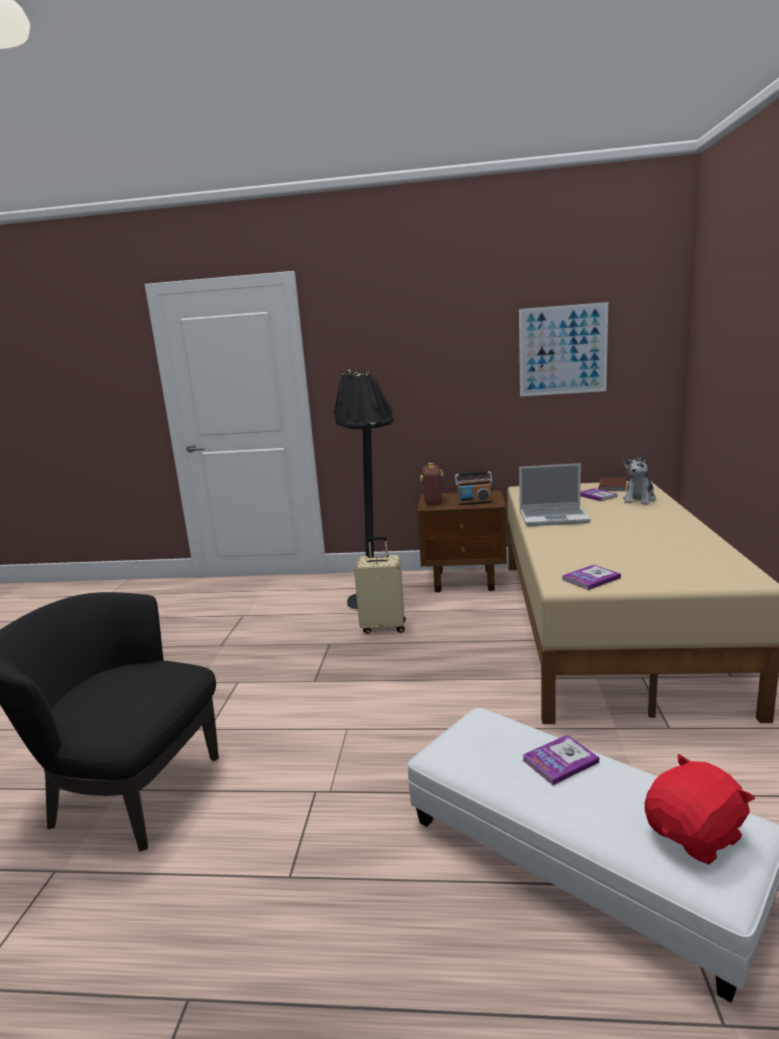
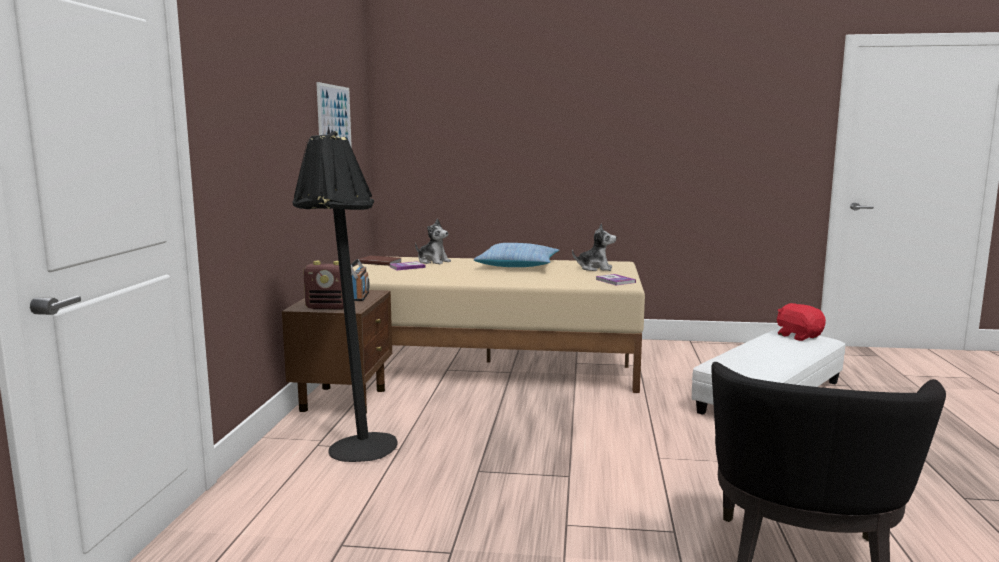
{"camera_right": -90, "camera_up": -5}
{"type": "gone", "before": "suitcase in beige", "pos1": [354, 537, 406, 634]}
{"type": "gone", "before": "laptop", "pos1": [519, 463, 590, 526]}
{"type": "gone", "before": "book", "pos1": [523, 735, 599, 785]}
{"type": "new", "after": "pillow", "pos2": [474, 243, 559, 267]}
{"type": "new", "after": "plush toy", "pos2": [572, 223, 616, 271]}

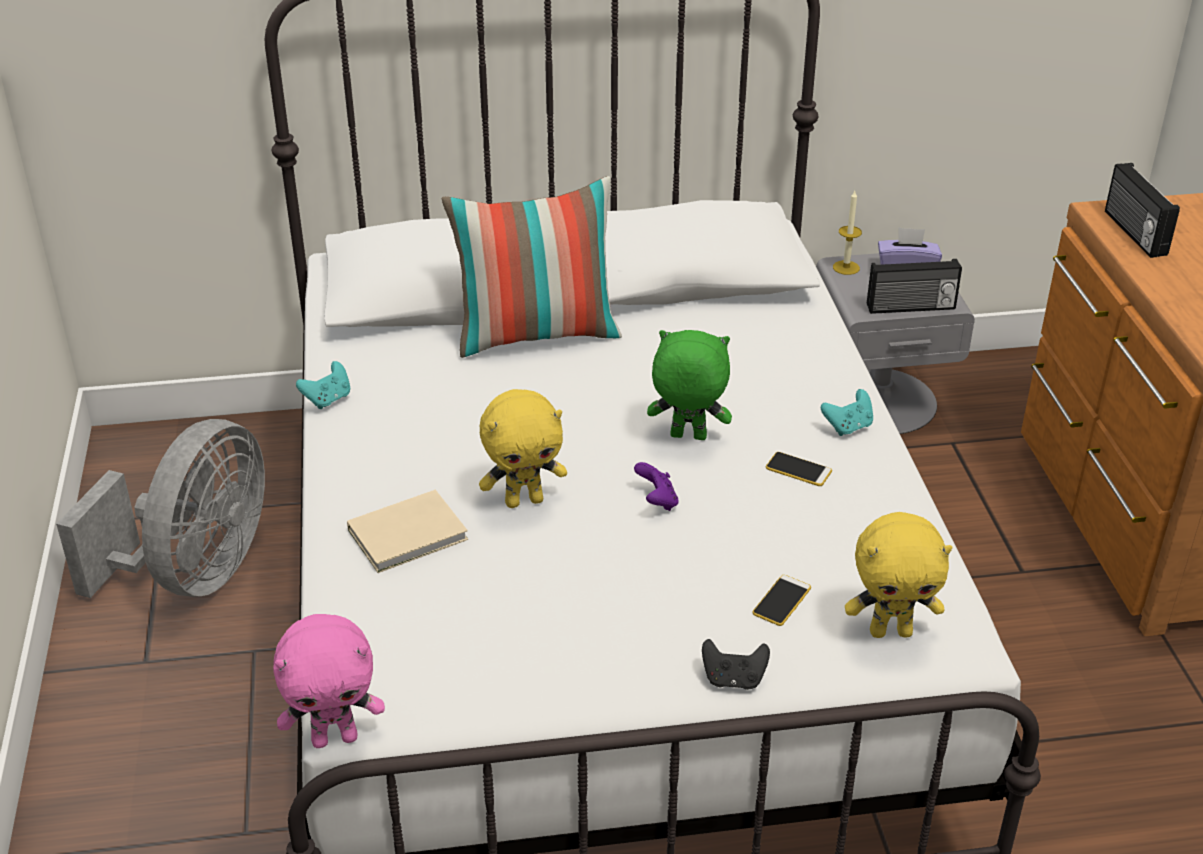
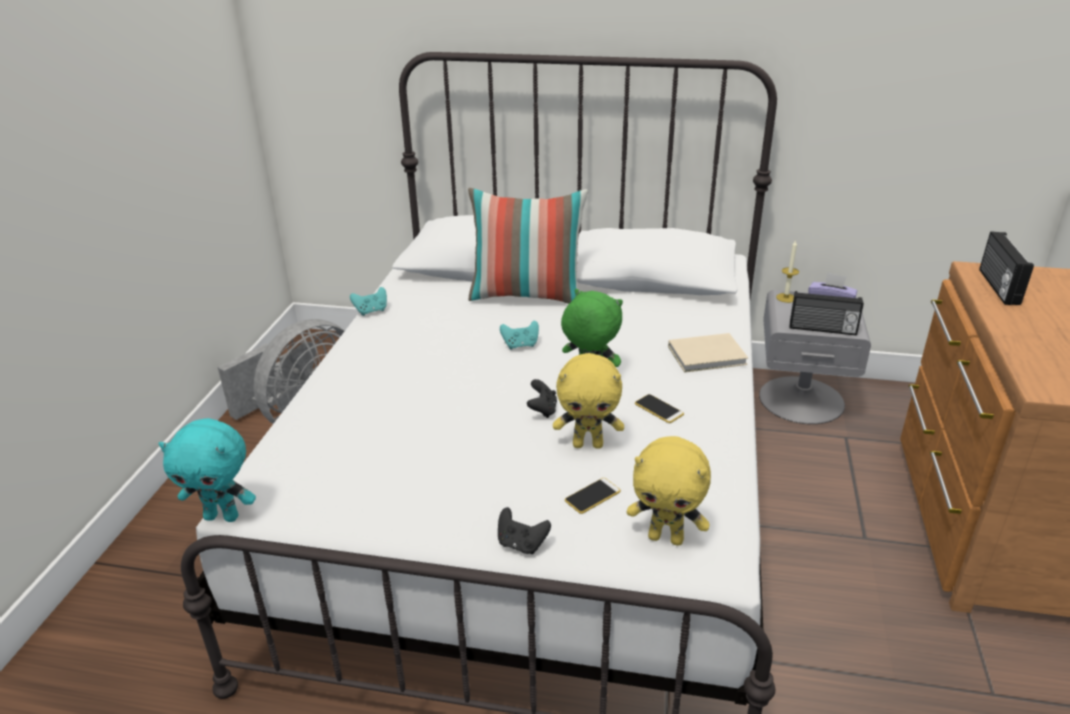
{"camera_right": 20, "camera_up": -5}
{"type": "repainted", "before": "plush toy in pink", "after": "plush toy in turquoise", "pos1": [273, 614, 385, 748], "pos2": [158, 418, 256, 522]}
{"type": "shifted", "before": "book in beige", "pos1": [347, 490, 468, 573], "pos2": [668, 333, 748, 373]}
{"type": "shifted", "before": "plush toy in yellow", "pos1": [479, 389, 567, 508], "pos2": [553, 353, 624, 449]}
{"type": "repainted", "before": "game controller in purple", "after": "game controller in black", "pos1": [634, 462, 679, 511], "pos2": [527, 379, 557, 418]}
{"type": "shifted", "before": "game controller in turquoise", "pos1": [821, 389, 873, 436], "pos2": [500, 321, 539, 350]}

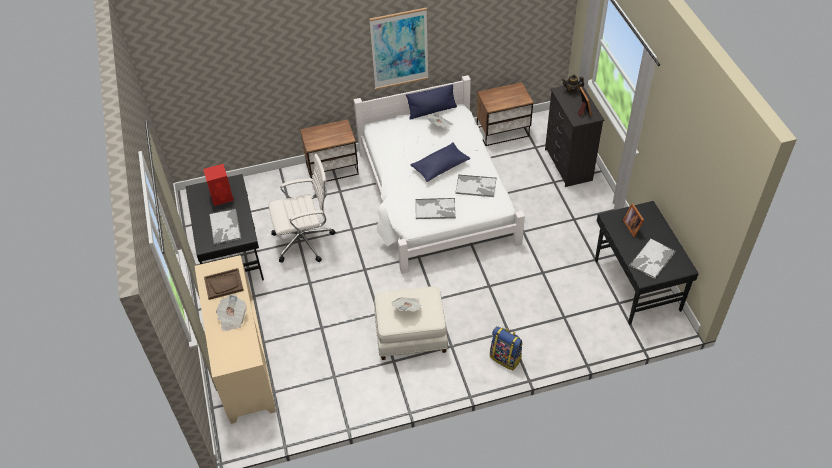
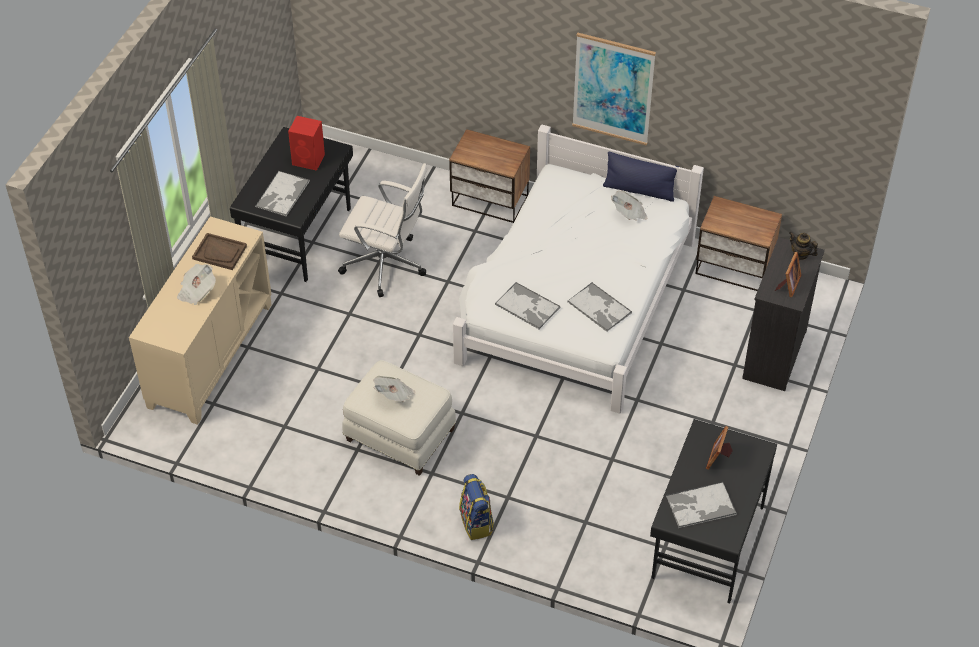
{"camera_right": 35, "camera_up": 0}
{"type": "gone", "before": "pillow in blue", "pos1": [410, 142, 470, 182]}

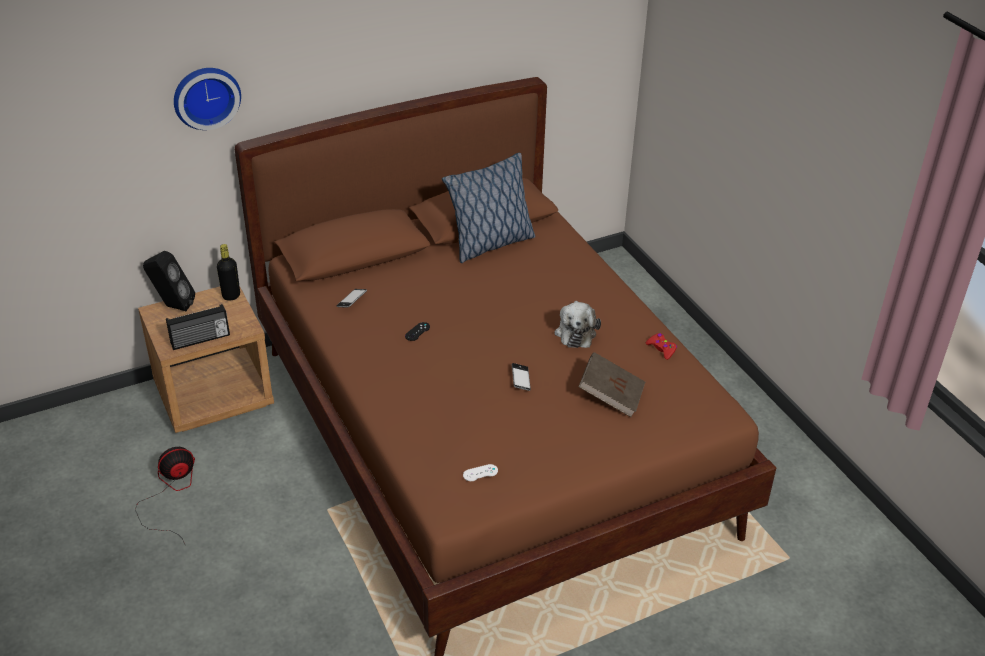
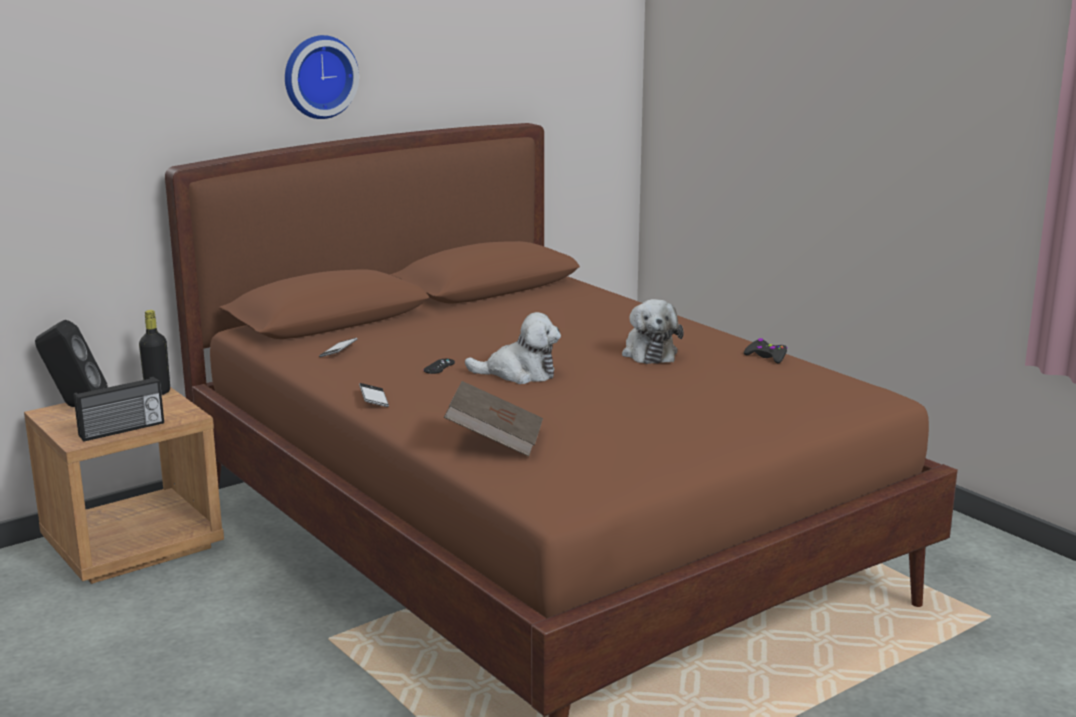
{"camera_right": -10, "camera_up": -20}
{"type": "gone", "before": "fan", "pos1": [135, 447, 195, 544]}
{"type": "shifted", "before": "wall clock", "pos1": [174, 68, 241, 130], "pos2": [285, 35, 359, 119]}
{"type": "gone", "before": "pillow", "pos1": [442, 152, 535, 263]}
{"type": "gone", "before": "game controller in white", "pos1": [463, 464, 498, 481]}
{"type": "shifted", "before": "phone", "pos1": [512, 363, 531, 391], "pos2": [359, 383, 389, 407]}
{"type": "shifted", "before": "book in brown", "pos1": [579, 352, 645, 417], "pos2": [444, 381, 543, 457]}
{"type": "repainted", "before": "game controller in red", "after": "game controller in black", "pos1": [646, 333, 677, 360], "pos2": [744, 338, 788, 363]}
{"type": "new", "after": "plush toy", "pos2": [465, 312, 561, 384]}

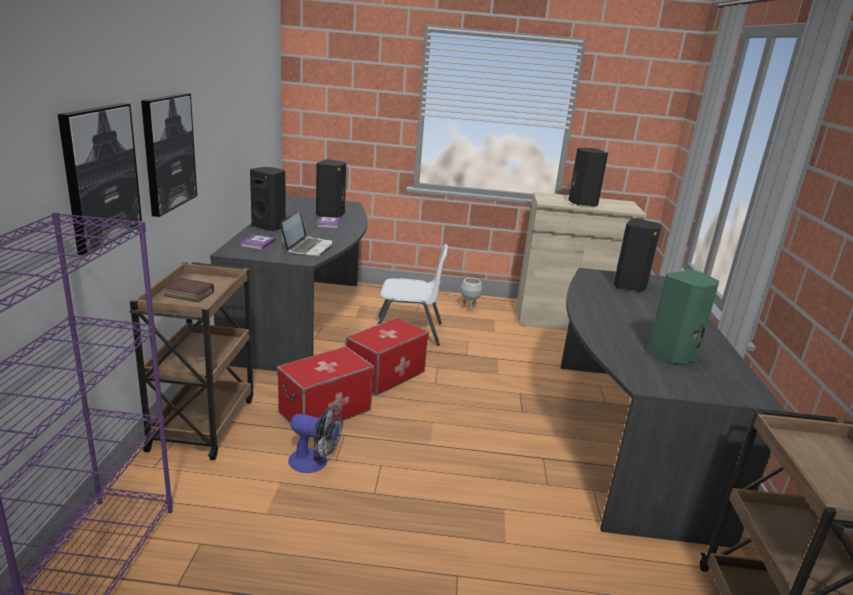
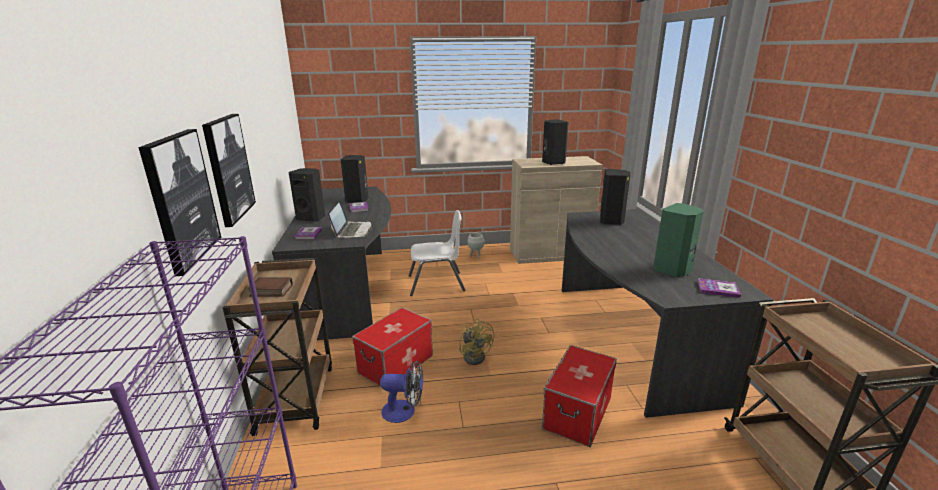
{"camera_right": -10, "camera_up": 0}
{"type": "shifted", "before": "storage box", "pos1": [346, 317, 429, 395], "pos2": [542, 345, 617, 447]}
{"type": "new", "after": "fan in yellow", "pos2": [459, 319, 494, 365]}
{"type": "new", "after": "book", "pos2": [697, 278, 741, 298]}

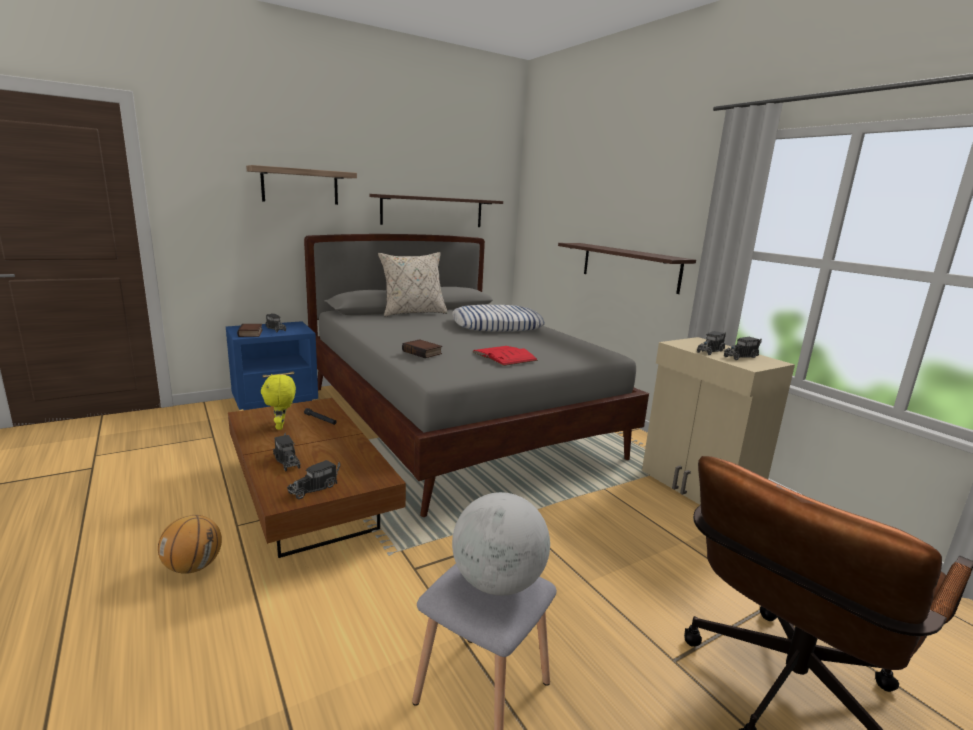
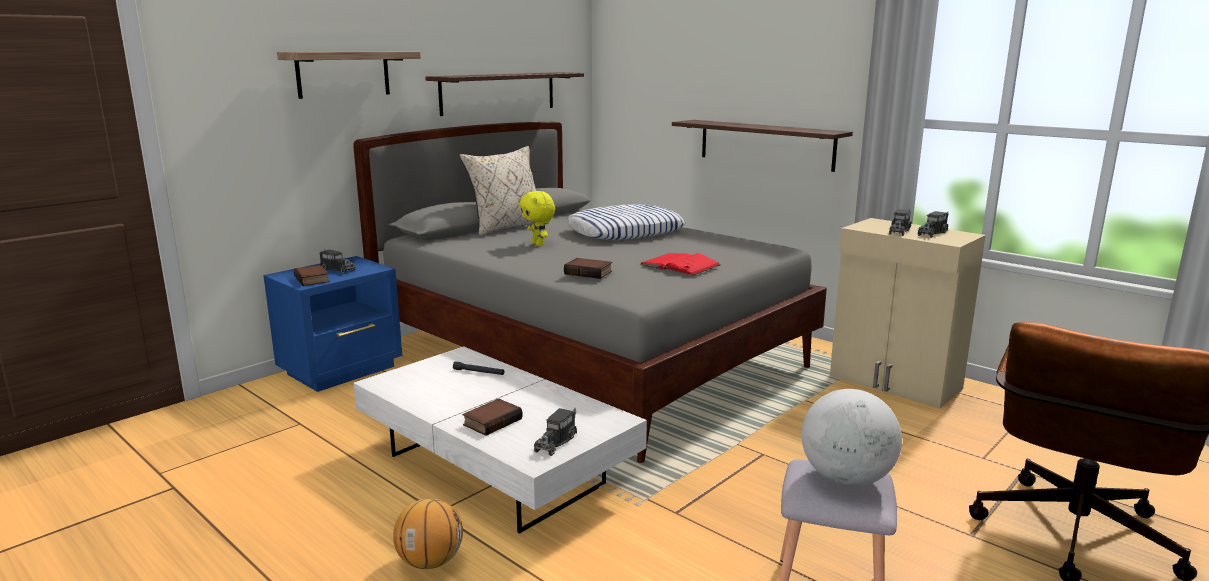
{"camera_right": -15, "camera_up": 0}
{"type": "repainted", "before": "coffee table in brown", "after": "coffee table in white", "pos1": [228, 398, 406, 558], "pos2": [353, 346, 647, 534]}
{"type": "shifted", "before": "plush toy in yellow", "pos1": [261, 374, 296, 430], "pos2": [520, 191, 555, 246]}
{"type": "swapped", "before": "toy truck", "after": "book", "pos1": [273, 432, 300, 472], "pos2": [463, 399, 523, 436]}

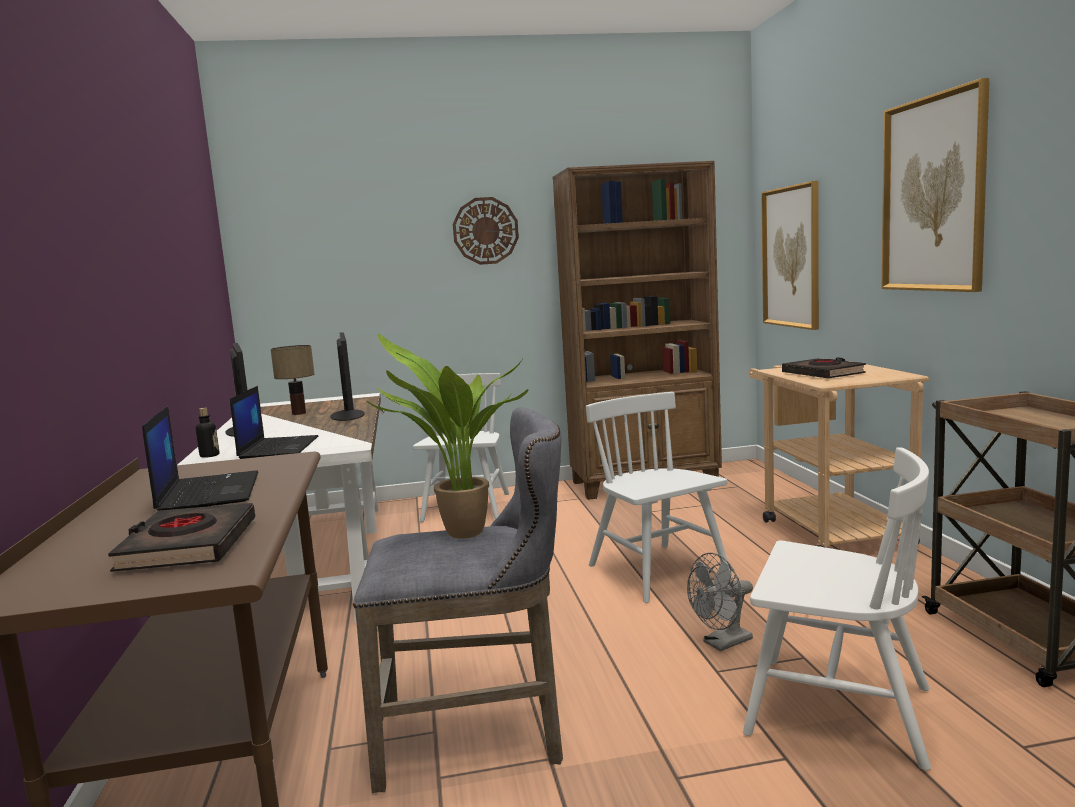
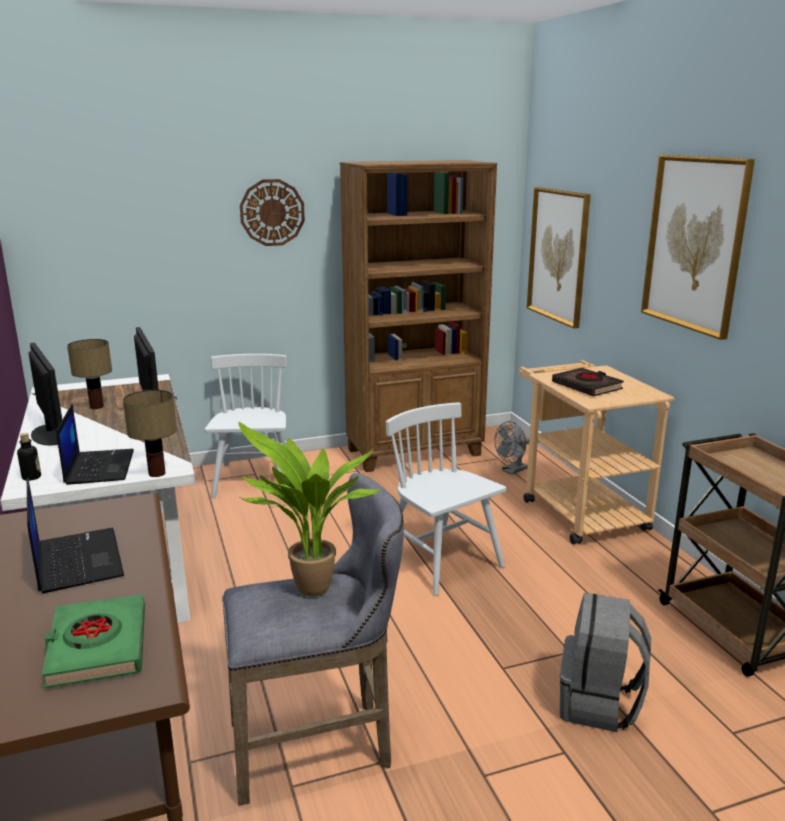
{"camera_right": -10, "camera_up": 10}
{"type": "repainted", "before": "book in black", "after": "book in green", "pos1": [108, 503, 255, 572], "pos2": [42, 595, 145, 689]}
{"type": "shifted", "before": "fan in grey", "pos1": [687, 553, 753, 651], "pos2": [494, 421, 529, 475]}
{"type": "swapped", "before": "chair in white", "after": "backpack in grey", "pos1": [743, 448, 931, 771], "pos2": [560, 593, 651, 732]}
{"type": "new", "after": "table lamp", "pos2": [123, 390, 177, 477]}

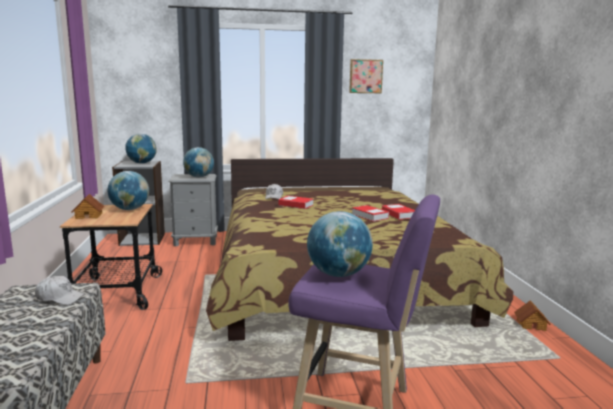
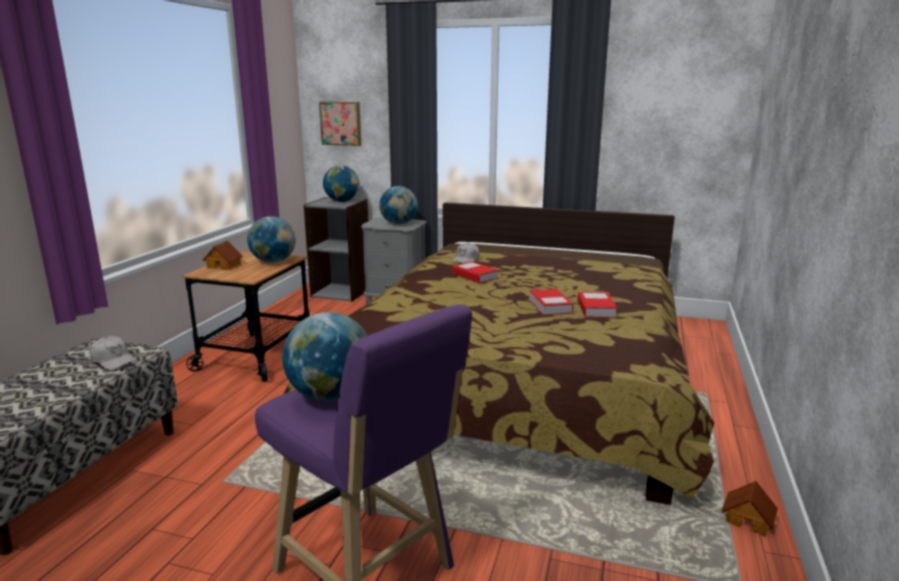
{"camera_right": 25, "camera_up": 5}
{"type": "shifted", "before": "picture", "pos1": [349, 59, 383, 93], "pos2": [319, 102, 361, 146]}

